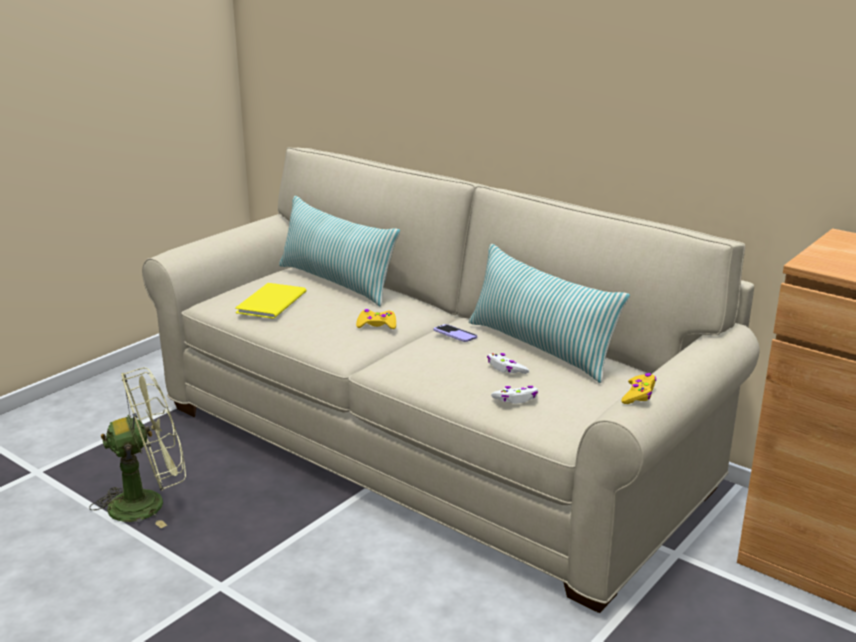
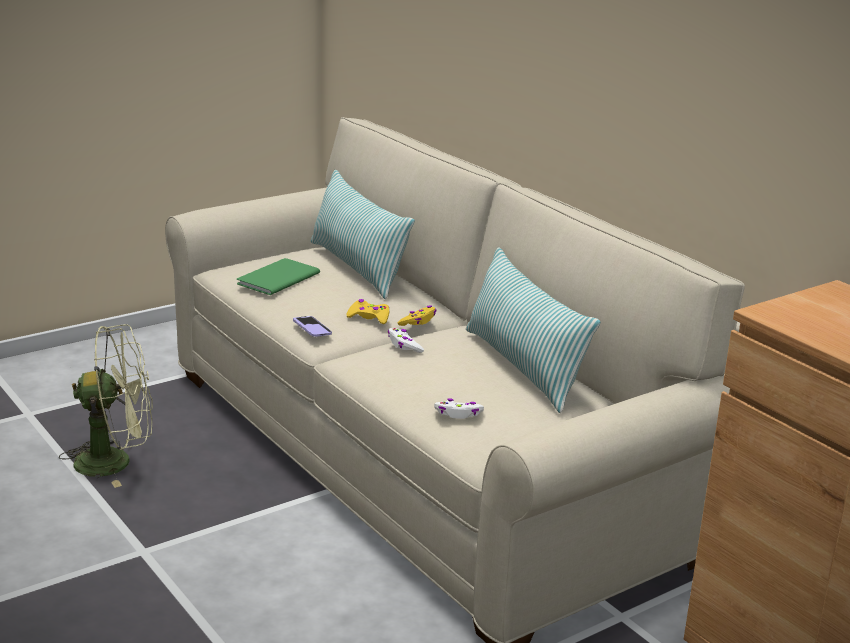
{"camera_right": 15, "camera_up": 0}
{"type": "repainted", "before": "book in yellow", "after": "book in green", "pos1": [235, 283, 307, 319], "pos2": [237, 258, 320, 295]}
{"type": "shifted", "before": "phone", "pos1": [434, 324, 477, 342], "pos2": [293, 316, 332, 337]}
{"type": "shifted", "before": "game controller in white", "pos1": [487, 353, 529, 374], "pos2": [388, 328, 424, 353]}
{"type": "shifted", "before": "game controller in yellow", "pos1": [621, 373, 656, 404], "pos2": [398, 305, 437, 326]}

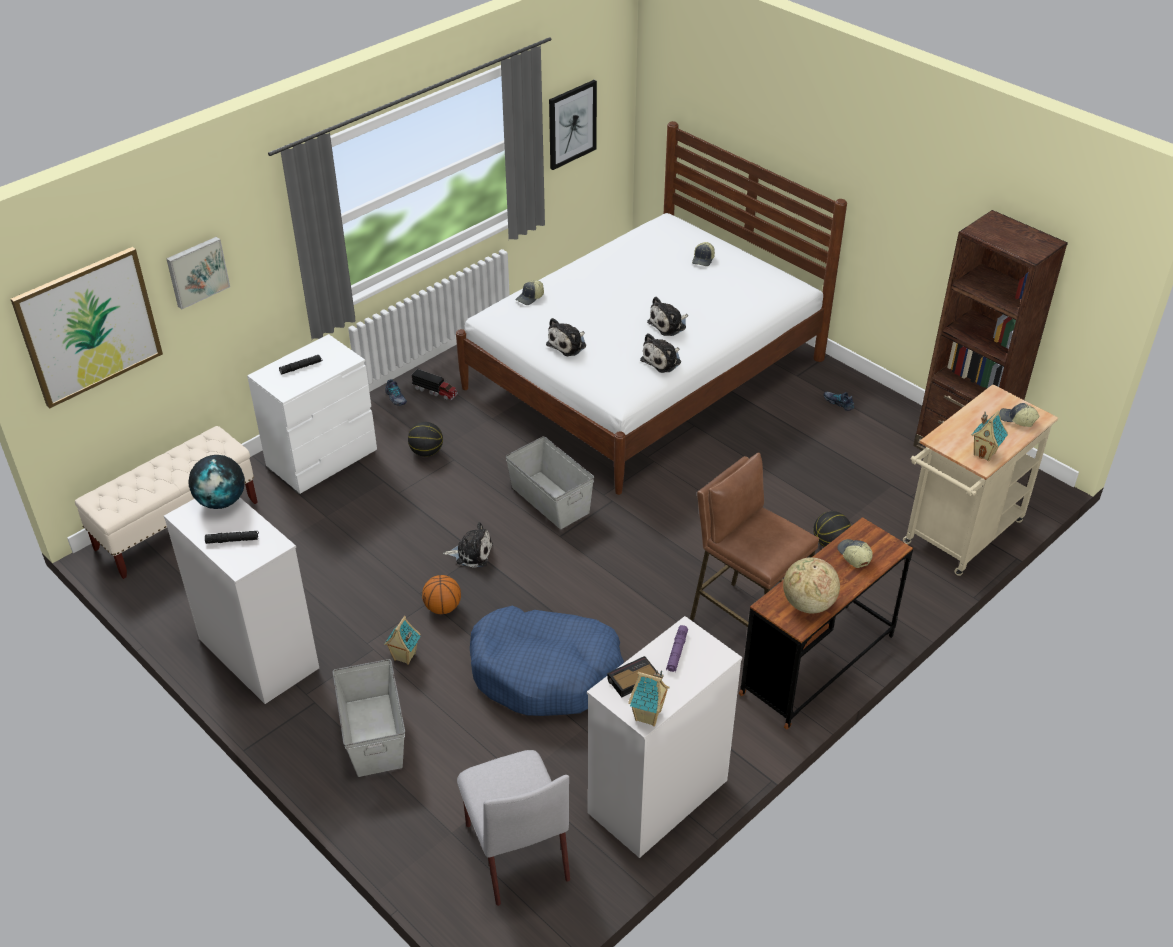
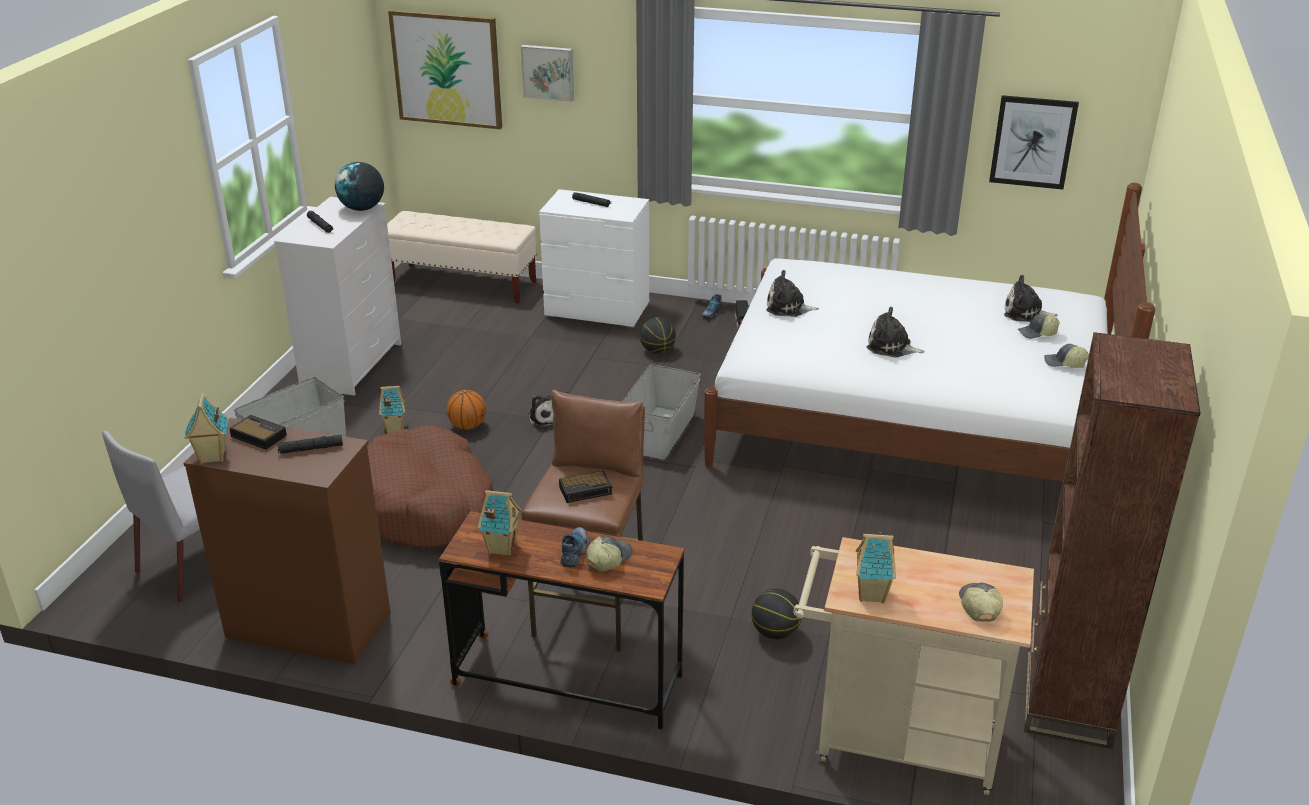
{"camera_right": 60, "camera_up": -10}
{"type": "repainted", "before": "dog bed in blue", "after": "dog bed in brown", "pos1": [470, 606, 624, 716], "pos2": [367, 425, 494, 549]}
{"type": "shifted", "before": "cap", "pos1": [515, 280, 544, 305], "pos2": [1044, 344, 1089, 368]}
{"type": "repainted", "before": "dresser in white", "after": "dresser in brown", "pos1": [587, 616, 742, 858], "pos2": [183, 418, 391, 664]}
{"type": "shifted", "before": "plush toy", "pos1": [640, 333, 681, 373], "pos2": [1004, 275, 1058, 322]}
{"type": "repainted", "before": "flashlight in purple", "after": "flashlight in black", "pos1": [666, 625, 688, 672], "pos2": [278, 435, 343, 454]}
{"type": "swapped", "before": "globe", "after": "toy house", "pos1": [783, 557, 840, 614], "pos2": [478, 490, 522, 556]}
{"type": "shifted", "before": "shoe", "pos1": [823, 392, 854, 411], "pos2": [560, 527, 590, 567]}
{"type": "new", "after": "alarm clock", "pos2": [559, 470, 613, 503]}

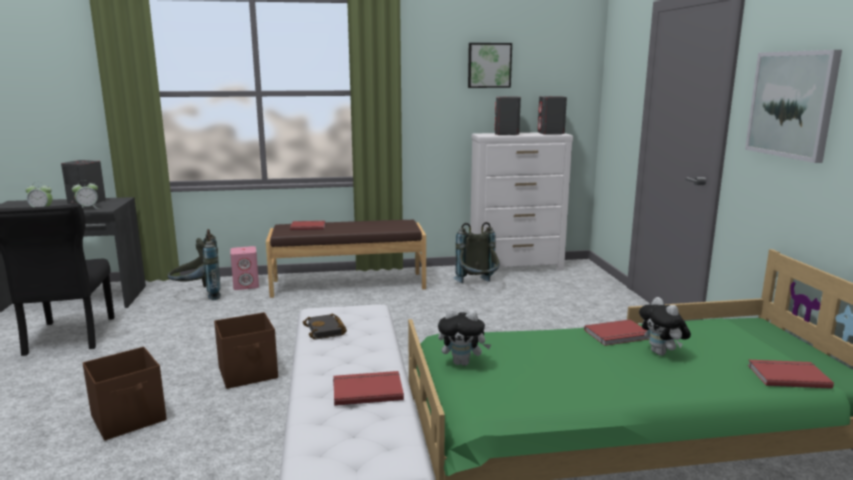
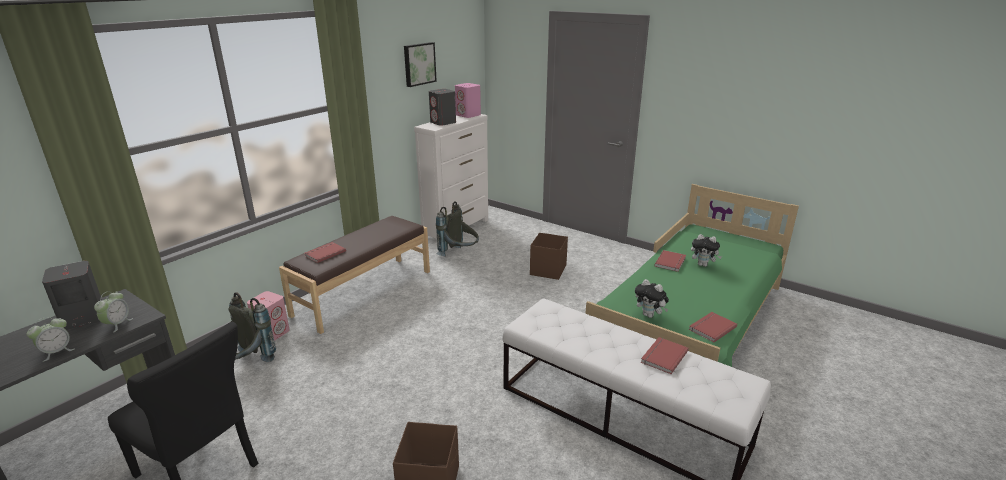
{"camera_right": -45, "camera_up": 10}
{"type": "shifted", "before": "storage box in brown", "pos1": [214, 312, 278, 389], "pos2": [530, 233, 568, 280]}
{"type": "gone", "before": "book in black", "pos1": [303, 313, 347, 339]}
{"type": "rotated", "before": "plush toy", "pos1": [438, 309, 491, 366], "pos2": [635, 279, 669, 318], "turn": 75}
{"type": "repainted", "before": "speaker in grey", "after": "speaker in pink", "pos1": [538, 96, 567, 135], "pos2": [455, 83, 481, 118]}
{"type": "gone", "before": "picture", "pos1": [745, 50, 842, 163]}
{"type": "shifted", "before": "book in red", "pos1": [748, 360, 834, 389], "pos2": [689, 312, 737, 342]}

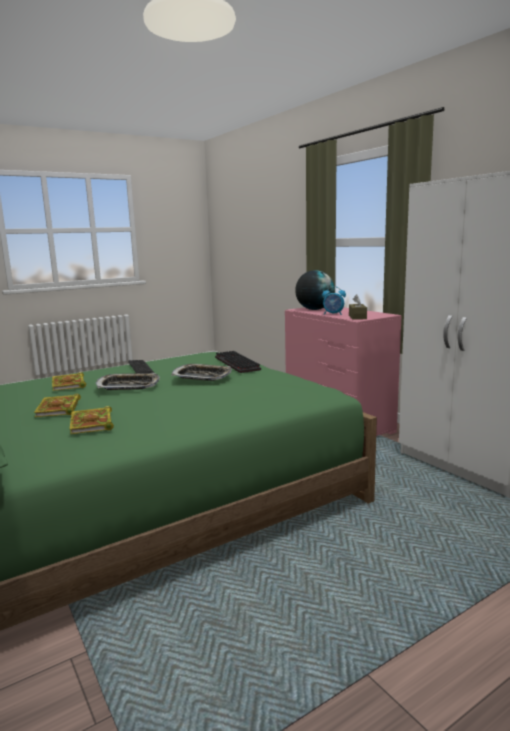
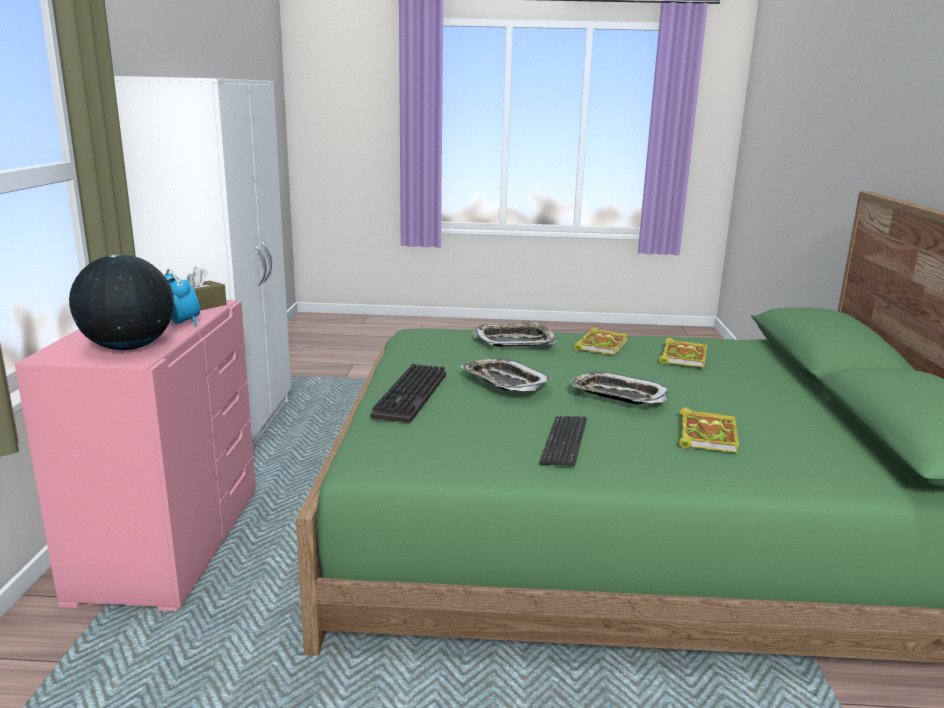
{"camera_right": -145, "camera_up": 5}
{"type": "shifted", "before": "book", "pos1": [34, 394, 81, 417], "pos2": [574, 327, 629, 355]}
{"type": "new", "after": "tray", "pos2": [473, 323, 557, 347]}

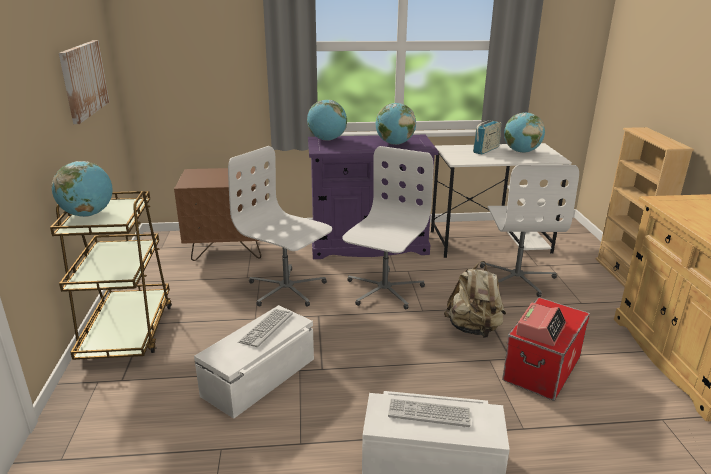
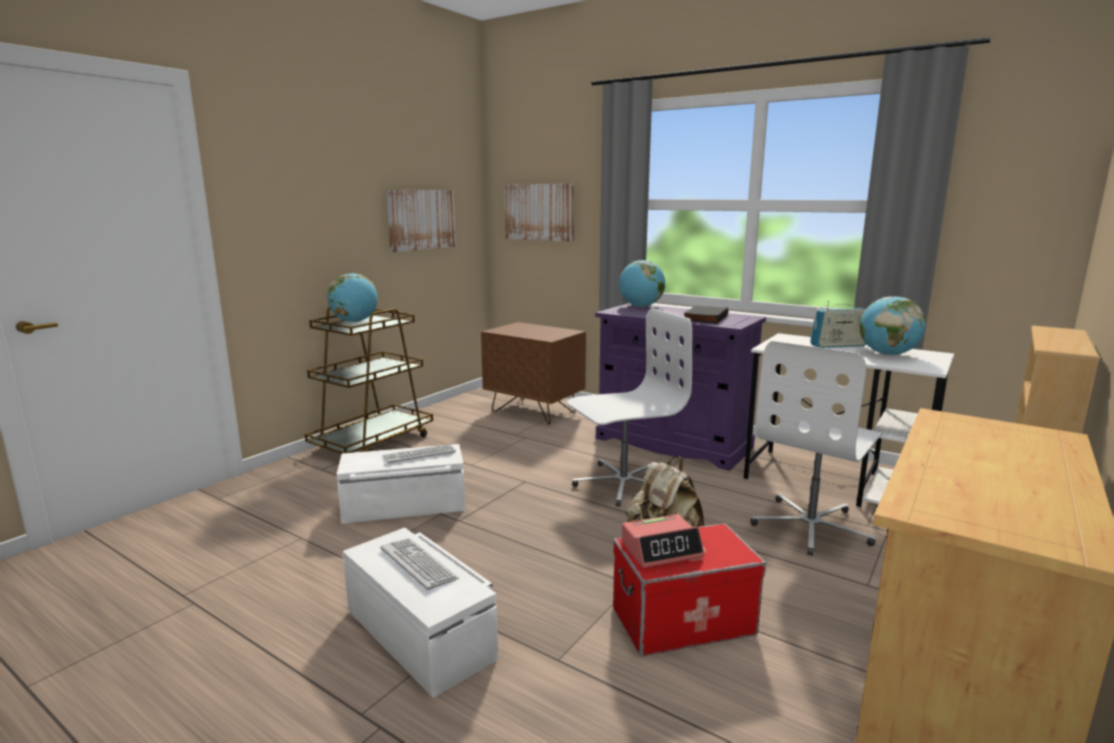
{"camera_right": 40, "camera_up": -10}
{"type": "gone", "before": "office chair in white", "pos1": [228, 146, 332, 307]}
{"type": "swapped", "before": "globe", "after": "book in black", "pos1": [376, 103, 416, 145], "pos2": [684, 305, 729, 324]}
{"type": "new", "after": "picture", "pos2": [504, 184, 574, 242]}

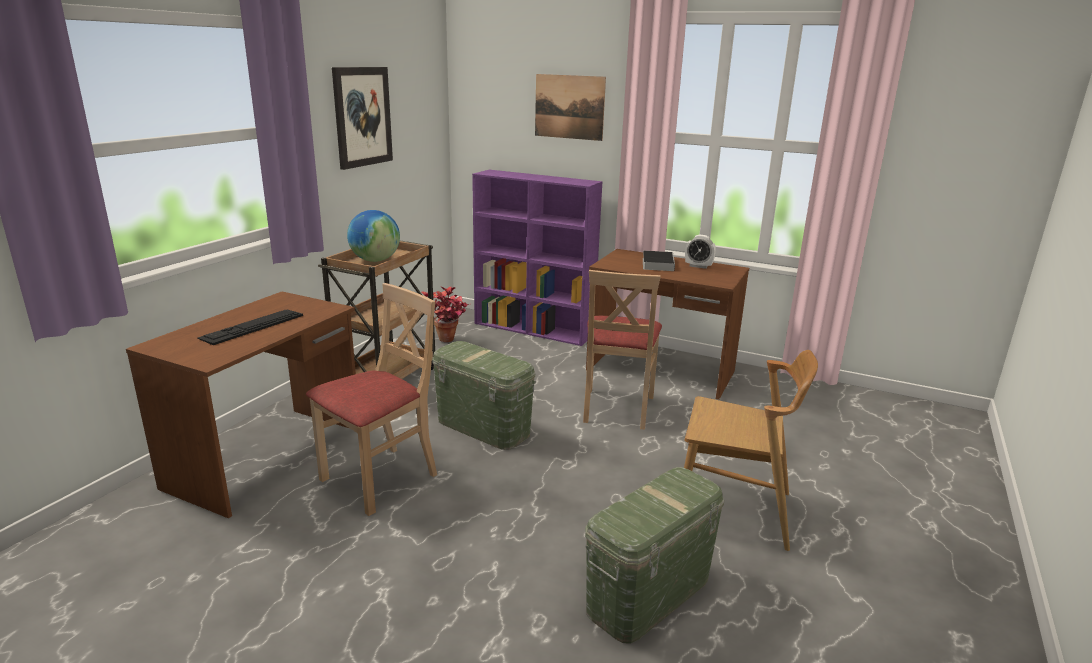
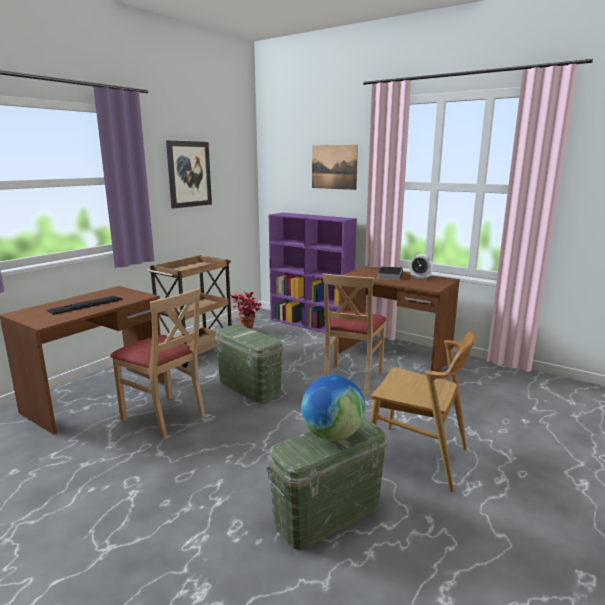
{"camera_right": 10, "camera_up": -5}
{"type": "rotated", "before": "chair in beige", "pos1": [306, 283, 437, 516], "pos2": [110, 288, 205, 438], "turn": 75}
{"type": "shifted", "before": "globe", "pos1": [347, 210, 400, 262], "pos2": [301, 375, 365, 441]}

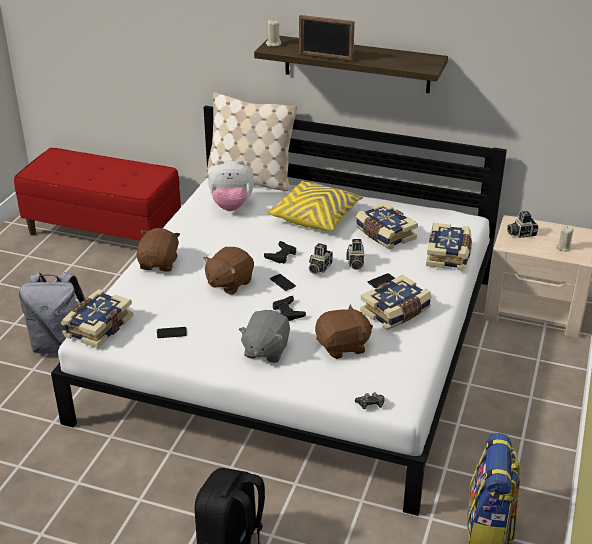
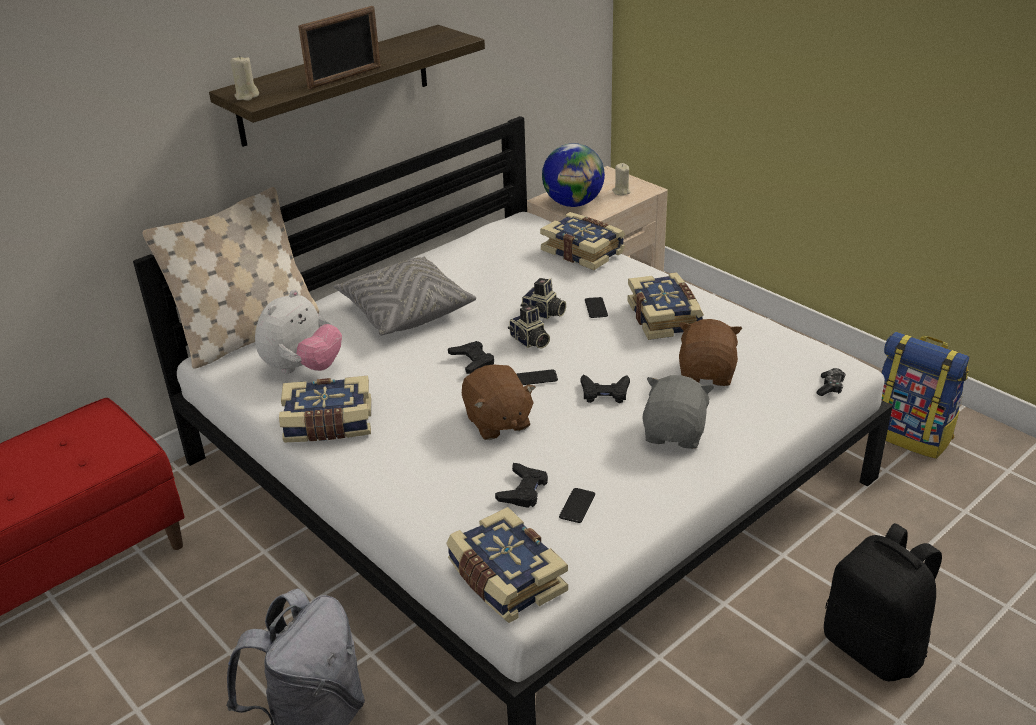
{"camera_right": -60, "camera_up": 0}
{"type": "gone", "before": "plush toy in brown", "pos1": [136, 228, 180, 272]}
{"type": "rotated", "before": "plush toy in grey", "pos1": [239, 310, 290, 363], "pos2": [642, 375, 714, 449], "turn": -120}
{"type": "repainted", "before": "pillow in yellow", "after": "pillow in grey", "pos1": [267, 181, 363, 231], "pos2": [334, 257, 476, 335]}
{"type": "shifted", "before": "book", "pos1": [356, 202, 418, 250], "pos2": [279, 376, 371, 442]}
{"type": "swapped", "before": "photo camera", "after": "globe", "pos1": [507, 211, 539, 238], "pos2": [542, 143, 605, 207]}
{"type": "new", "after": "game controller in black", "pos2": [495, 463, 548, 508]}

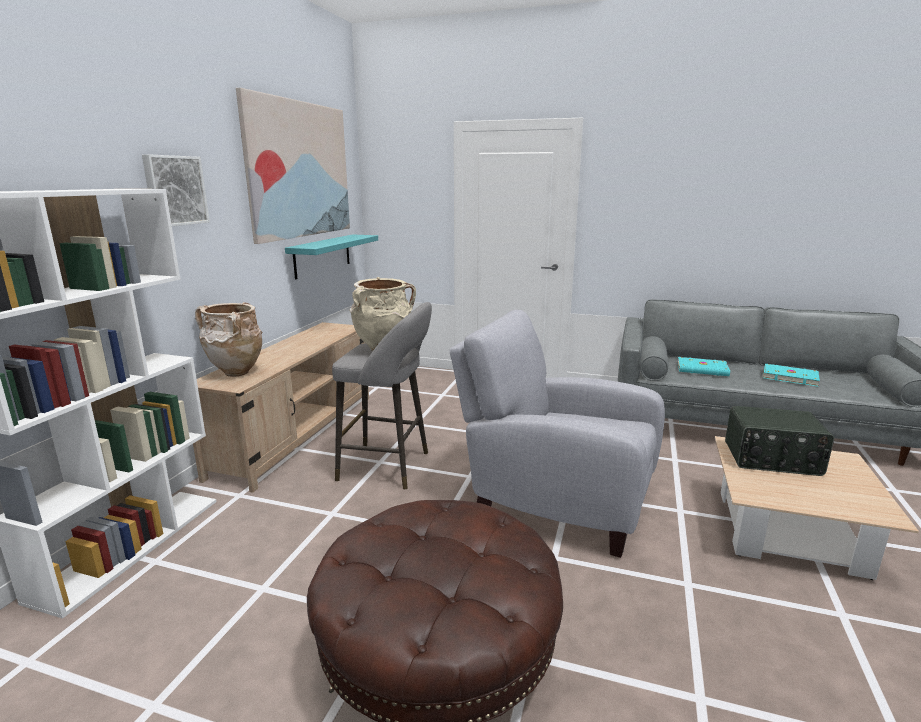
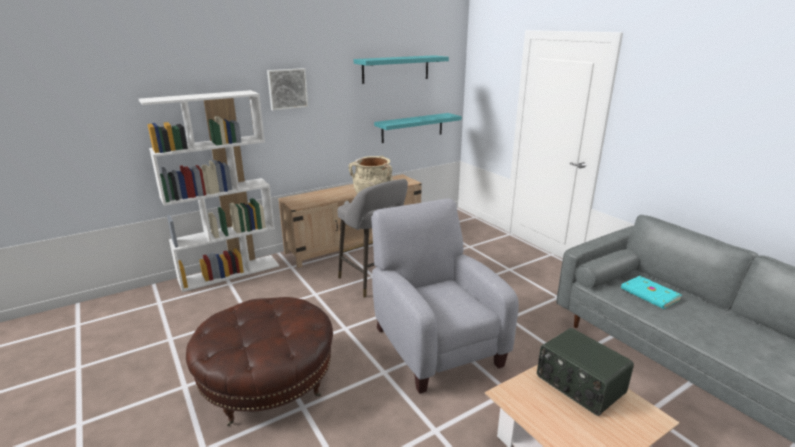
{"camera_right": 40, "camera_up": 5}
{"type": "gone", "before": "vase in beige", "pos1": [195, 302, 262, 377]}
{"type": "swapped", "before": "picture", "after": "shelf in turquoise", "pos1": [236, 88, 350, 244], "pos2": [354, 55, 449, 84]}
{"type": "gone", "before": "book in turquoise", "pos1": [763, 364, 820, 387]}

